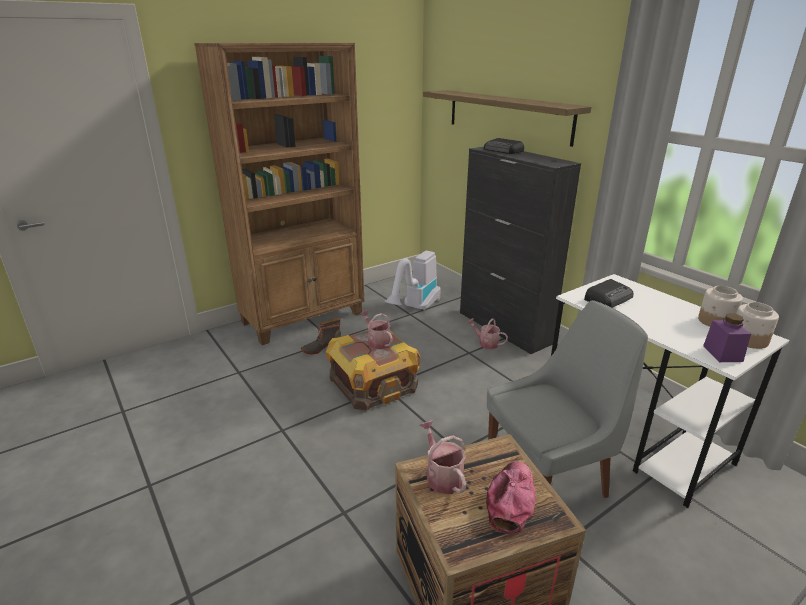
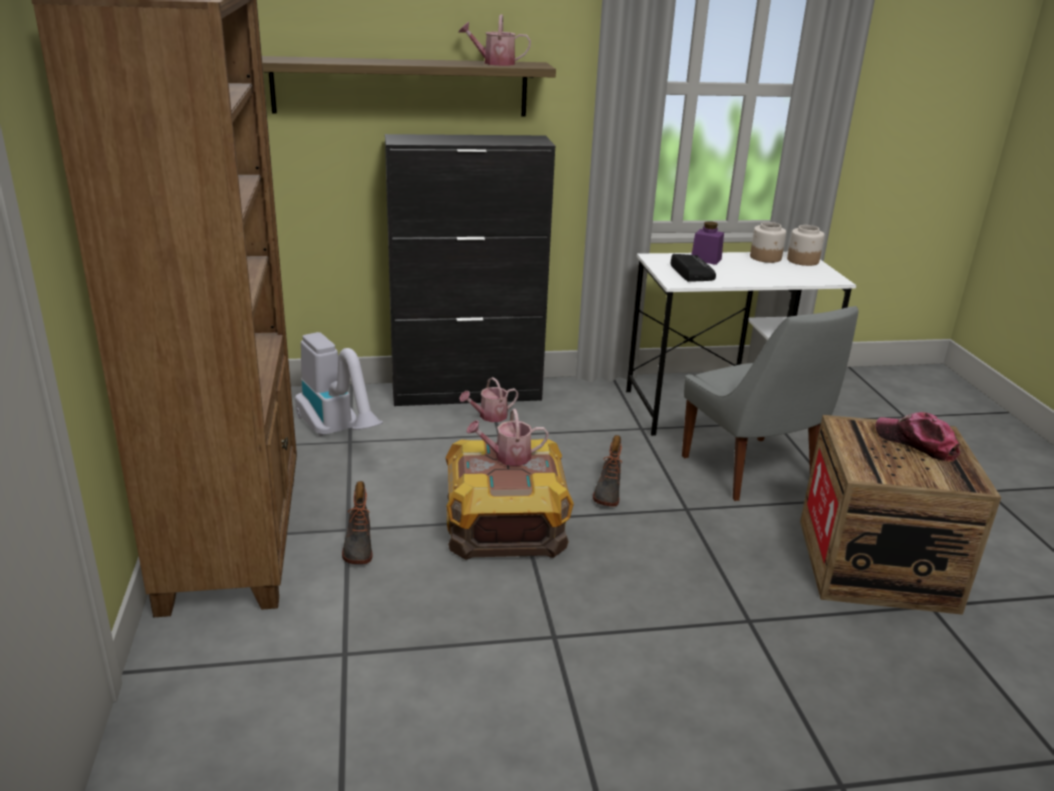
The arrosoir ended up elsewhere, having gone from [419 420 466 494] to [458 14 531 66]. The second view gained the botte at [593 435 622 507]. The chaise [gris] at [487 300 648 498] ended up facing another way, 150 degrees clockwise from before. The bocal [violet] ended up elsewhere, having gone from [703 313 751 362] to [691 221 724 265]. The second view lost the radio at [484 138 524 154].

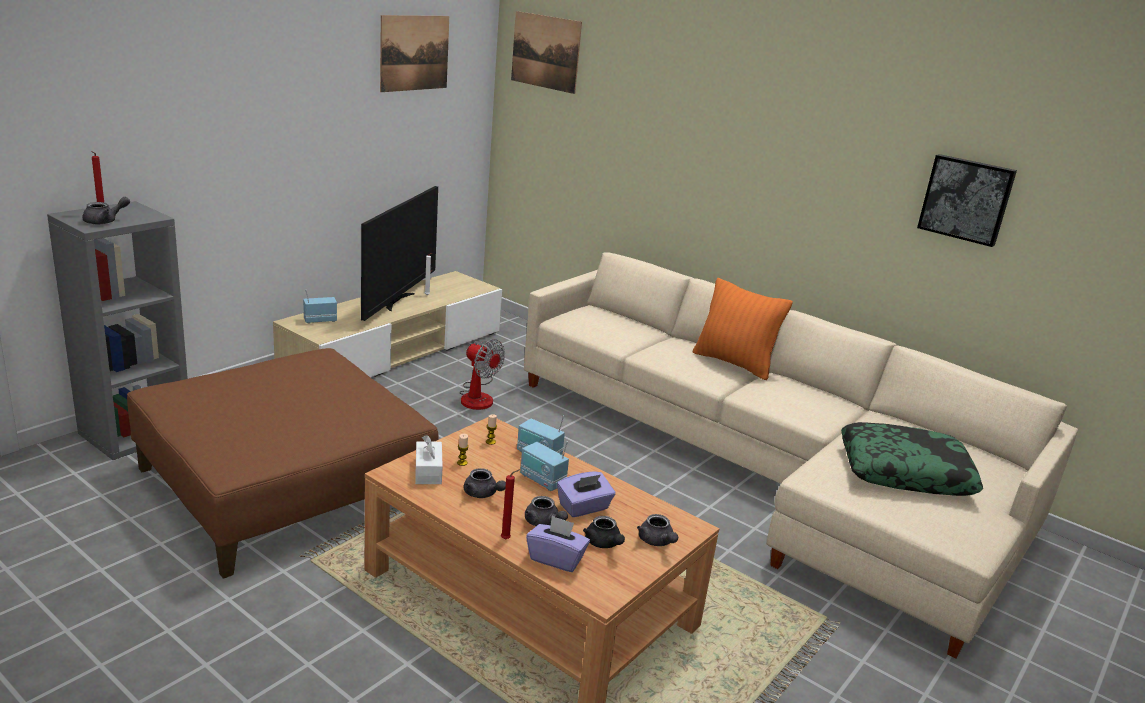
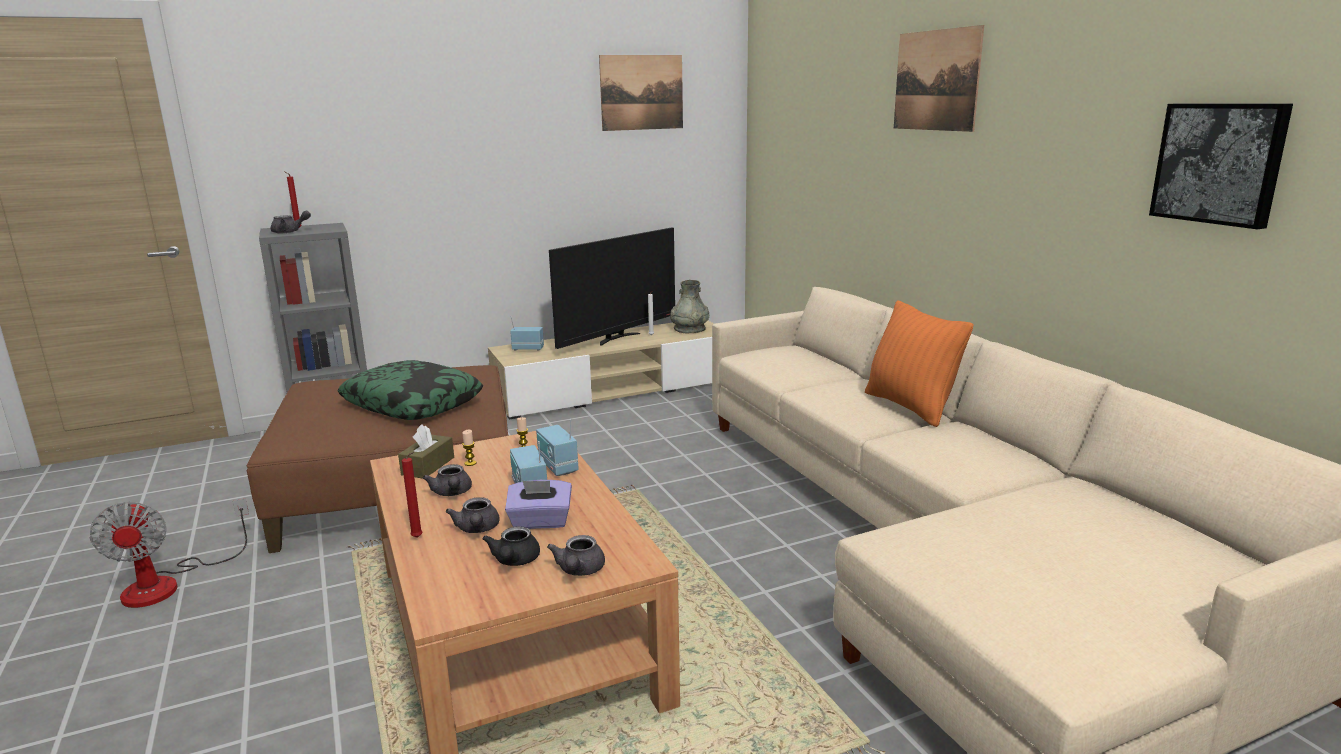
The ventilateur ended up elsewhere, having gone from [459 339 505 410] to [89 498 249 608]. The coussin ended up elsewhere, having gone from [841 422 983 496] to [337 360 483 420]. What was the boîte à mouchoirs [blanc] at [415 435 443 484] turned into the boîte à mouchoirs [marron] at [398 424 454 478]. The second view gained the vase [gris] at [670 280 709 333]. The tableau ended up elsewhere, having gone from [511 11 582 94] to [894 25 984 132]. The second view lost the boîte à mouchoirs [violet] at [526 516 590 572].

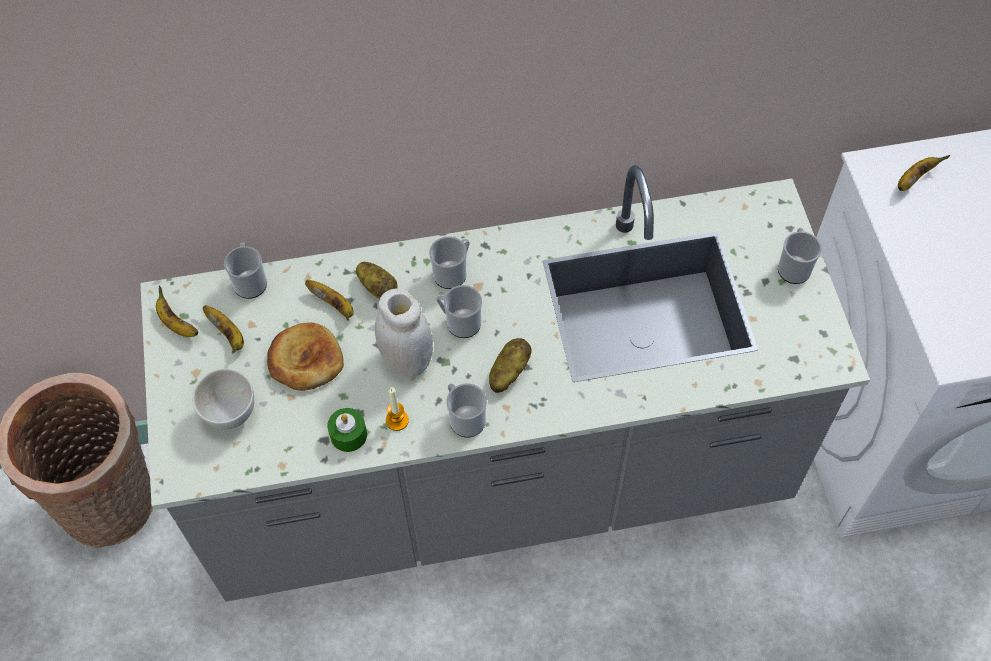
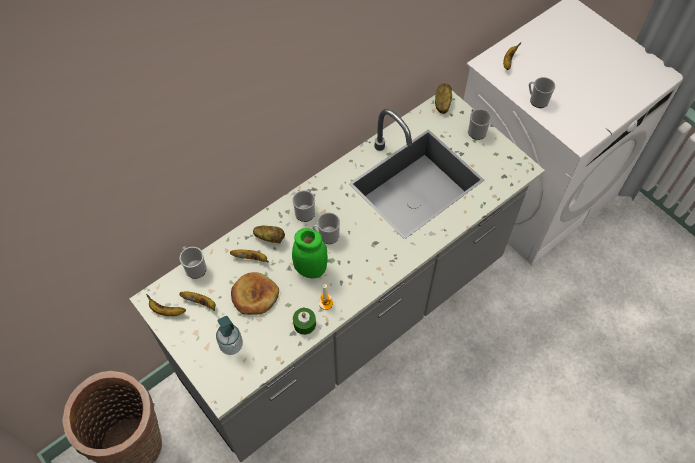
Where the bol [blanc] stood at [192 369 254 429], the distributeur de savon came to stand at [216 316 243 355]. What was the bocal [blanc] at [375 288 433 378] turned into the bocal [vert] at [292 228 328 279]. The pomme de terre ended up elsewhere, having gone from [489 338 532 393] to [435 84 452 114]. The mug ended up elsewhere, having gone from [447 383 487 437] to [529 77 555 108].

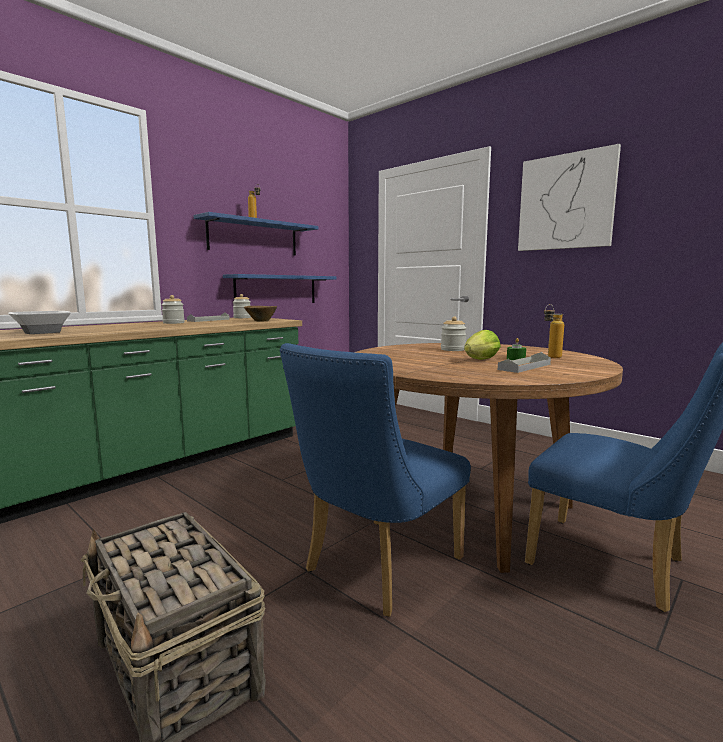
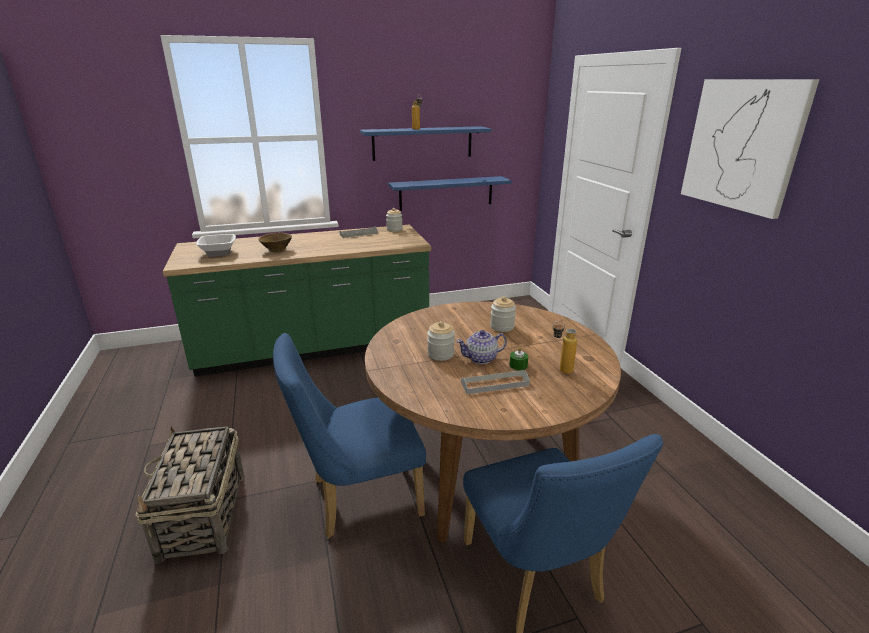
The bol [marron] ended up elsewhere, having gone from [244 306 277 321] to [258 233 292 253]. The bocal ended up elsewhere, having gone from [161 295 185 324] to [427 321 455 361]. Where the laitue stood at [464 330 501 360], the théière came to stand at [456 330 507 364].

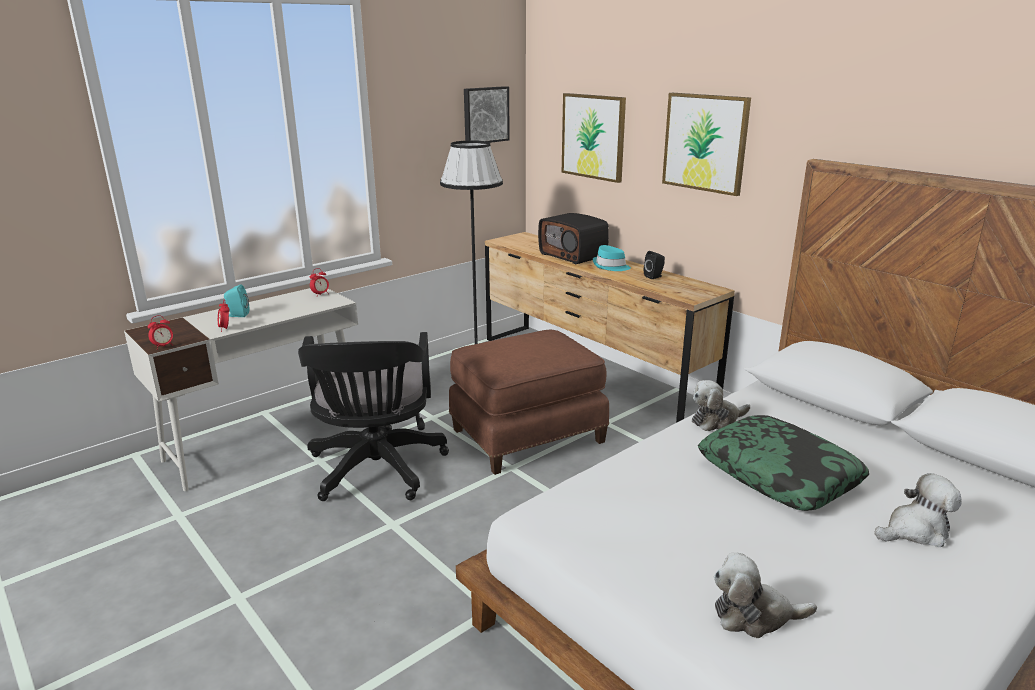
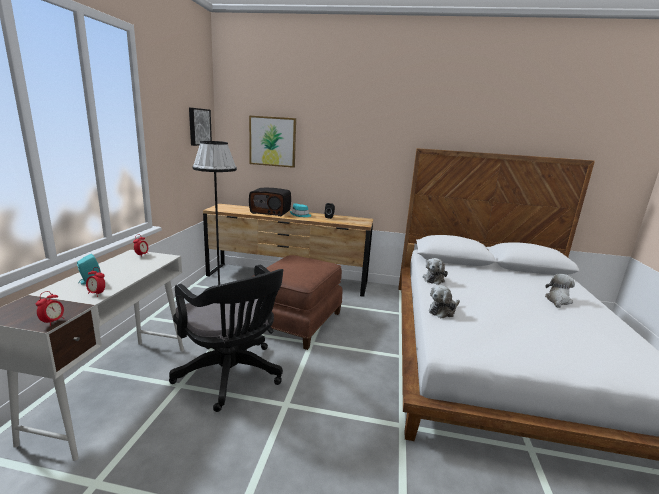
The peluche ended up elsewhere, having gone from [713 553 817 638] to [429 285 460 318]. The second view lost the tableau at [662 93 751 196]. The second view lost the coussin at [698 415 869 511].

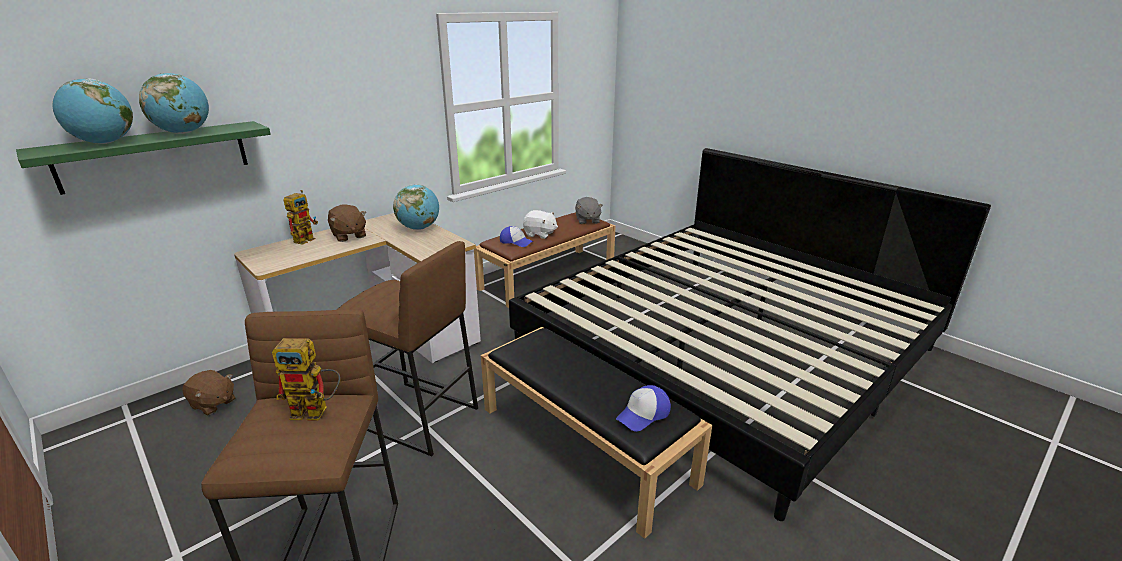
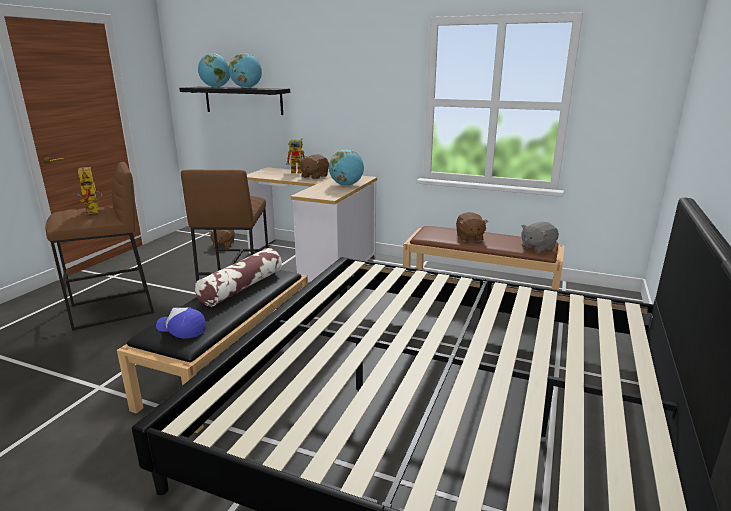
What was the étagère [vert] at [16 121 271 195] turned into the étagère [noir] at [179 87 290 115]. The second view gained the coussin at [195 248 282 307]. What was the peluche [blanc] at [523 210 558 239] turned into the peluche [marron] at [456 212 488 242]. The second view lost the casquette at [500 226 533 247].

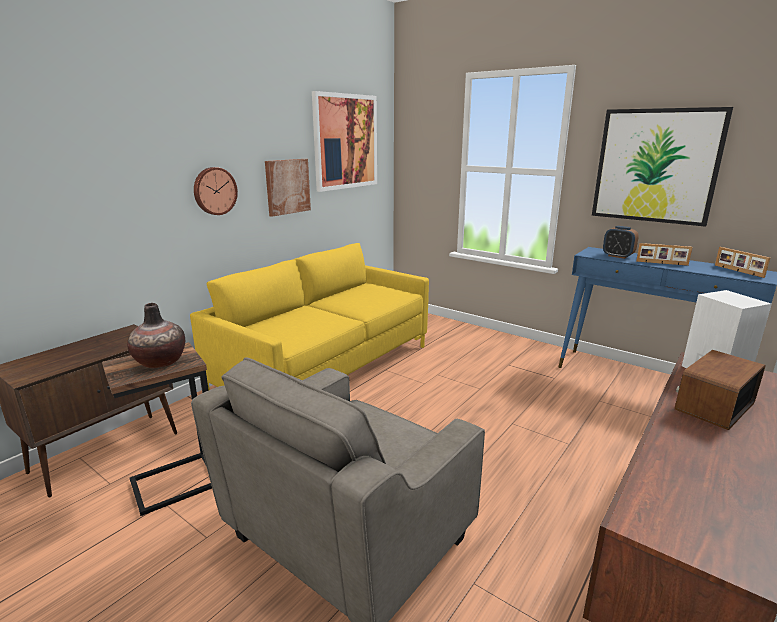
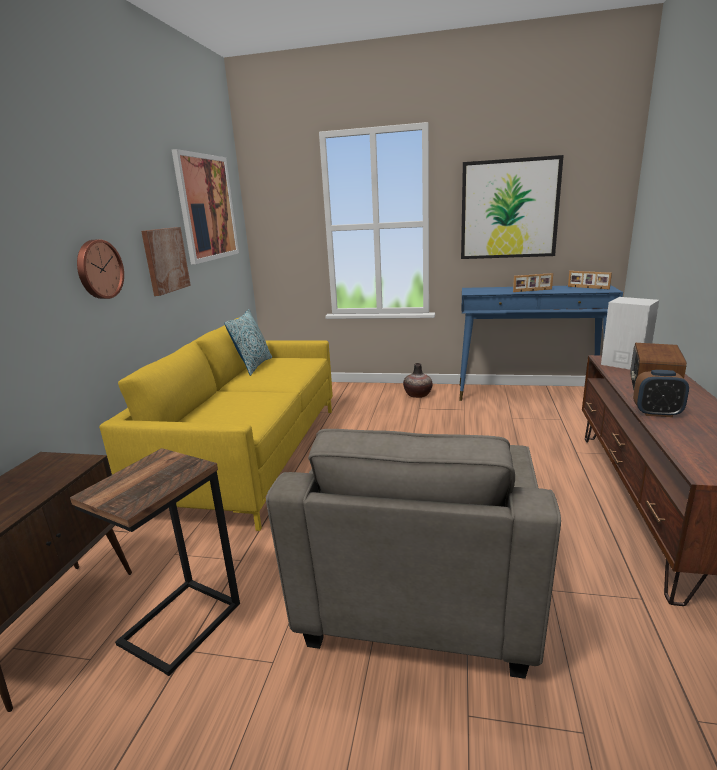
The second view gained the coussin at [224 309 272 376]. The vase ended up elsewhere, having gone from [127 303 185 368] to [403 363 432 398]. The réveil ended up elsewhere, having gone from [603 226 639 259] to [633 370 689 417].

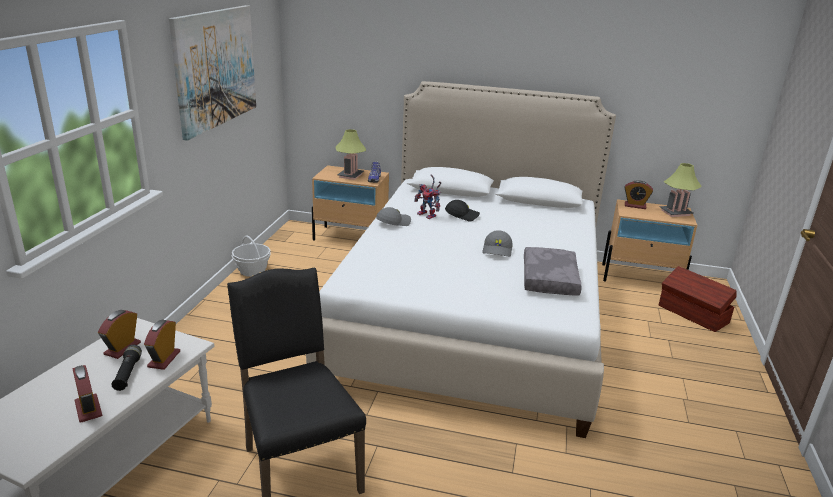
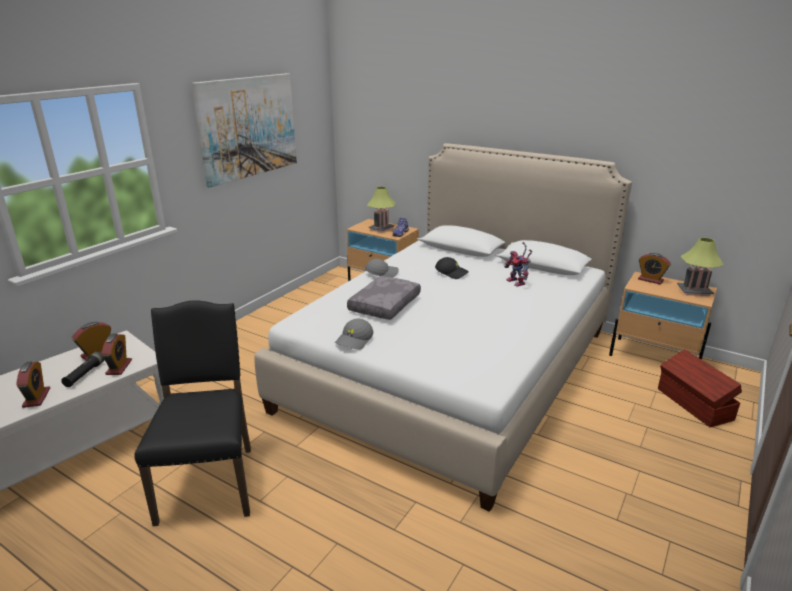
The réveil at [144 320 180 370] ended up facing another way, 150 degrees clockwise from before. The casquette [gris] ended up elsewhere, having gone from [482 230 513 257] to [335 319 373 350]. The coussin [gris] ended up elsewhere, having gone from [524 247 582 296] to [347 276 421 320]. The robot jouet ended up elsewhere, having gone from [414 175 441 219] to [505 242 532 287]. The second view lost the panier at [232 236 271 277].

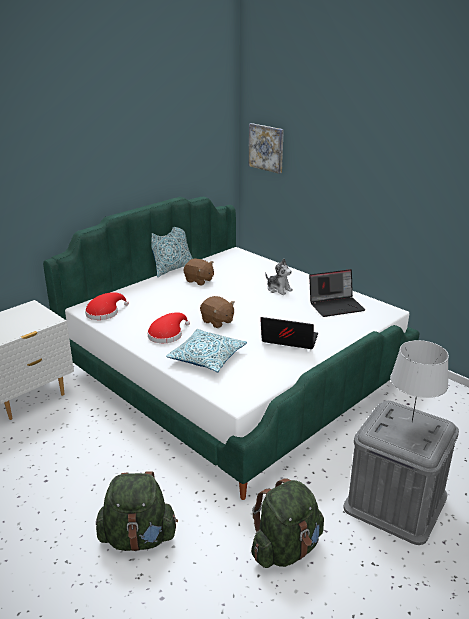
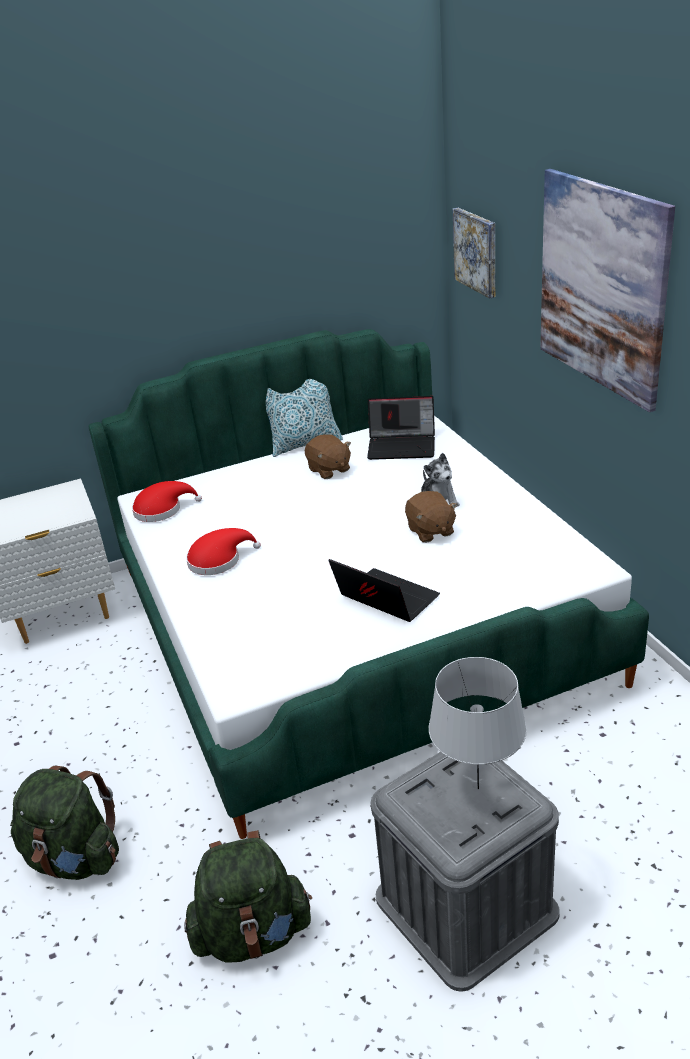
The ordinateur portable ended up elsewhere, having gone from [309 269 365 317] to [367 396 435 460]. The peluche [marron] ended up elsewhere, having gone from [200 296 235 328] to [405 491 457 543]. The second view gained the tableau at [540 169 675 412]. The second view lost the coussin at [166 329 247 372].

